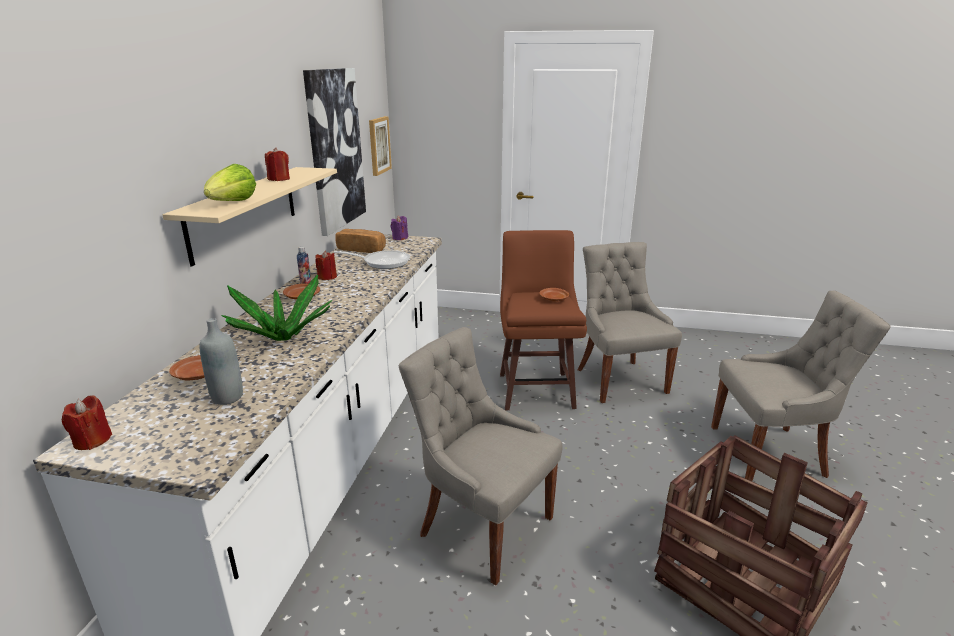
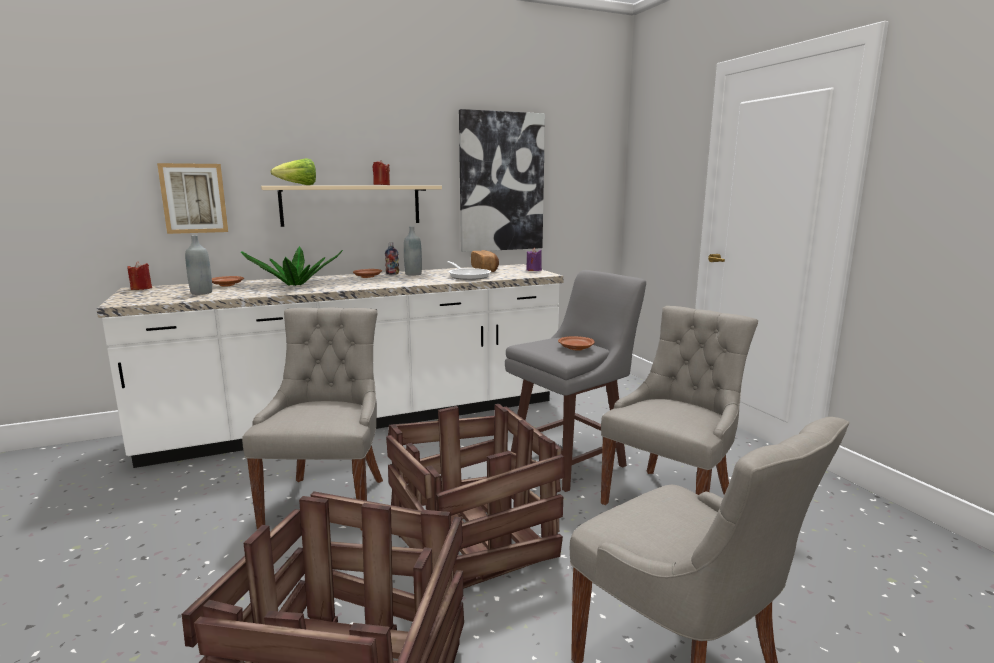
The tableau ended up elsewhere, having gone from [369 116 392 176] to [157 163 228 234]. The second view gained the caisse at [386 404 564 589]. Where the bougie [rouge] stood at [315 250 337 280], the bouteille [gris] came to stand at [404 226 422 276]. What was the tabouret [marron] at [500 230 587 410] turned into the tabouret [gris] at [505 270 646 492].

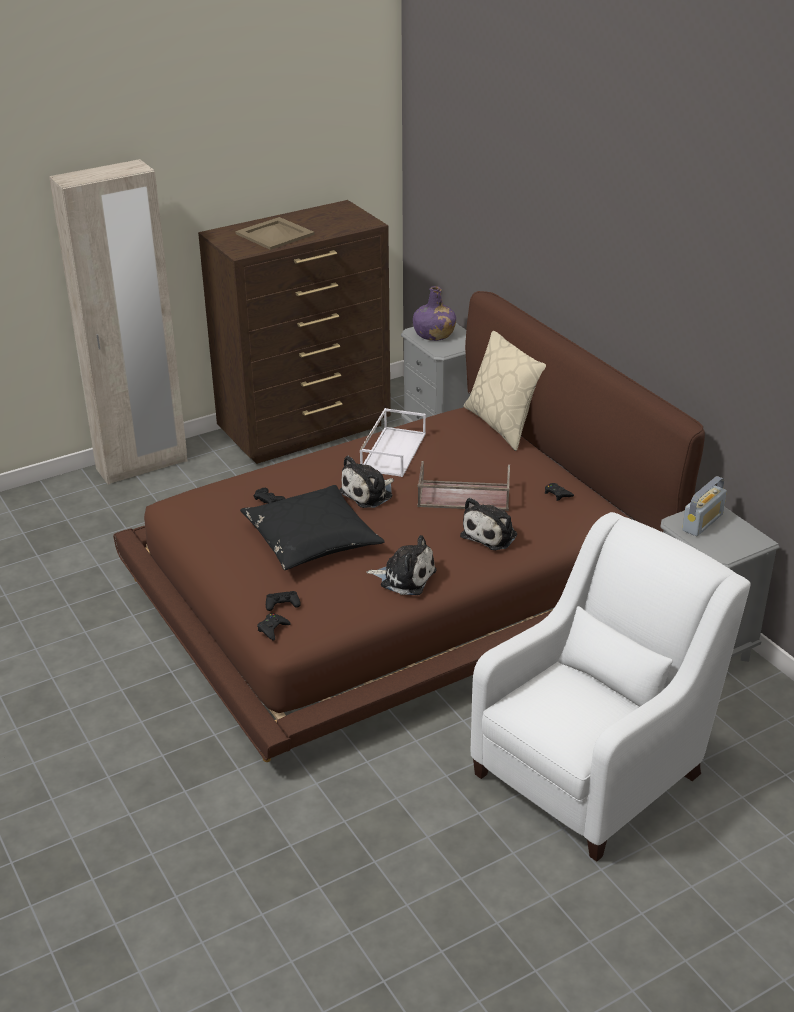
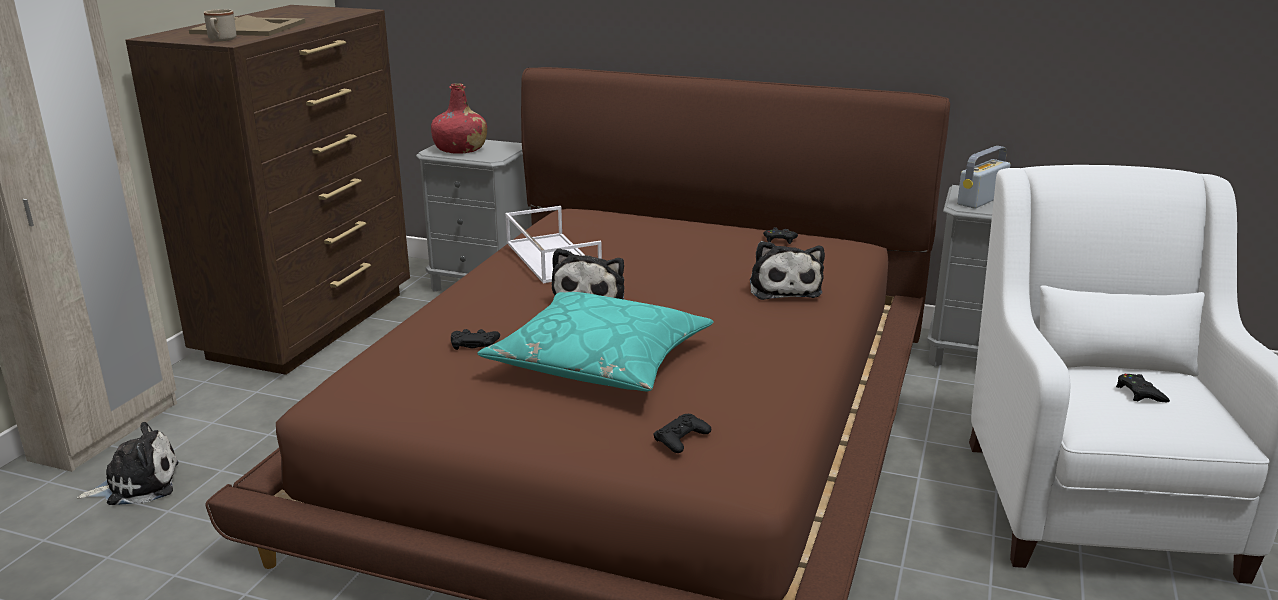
The peluche ended up elsewhere, having gone from [366 535 436 595] to [76 422 178 505]. The second view gained the mug [beige] at [204 9 236 41]. What was the bouteille [violet] at [413 286 456 341] turned into the bouteille [rouge] at [431 83 487 153]. What was the coussin [noir] at [240 485 385 570] turned into the coussin [turquoise] at [478 292 714 391]. The radio at [682 476 727 536] ended up facing another way, 135 degrees counterclockwise from before. The manette [noir] ended up elsewhere, having gone from [257 614 291 641] to [1116 374 1170 402]. The second view lost the plateau [marron] at [417 461 510 511]. The second view lost the coussin [beige] at [464 331 546 451].

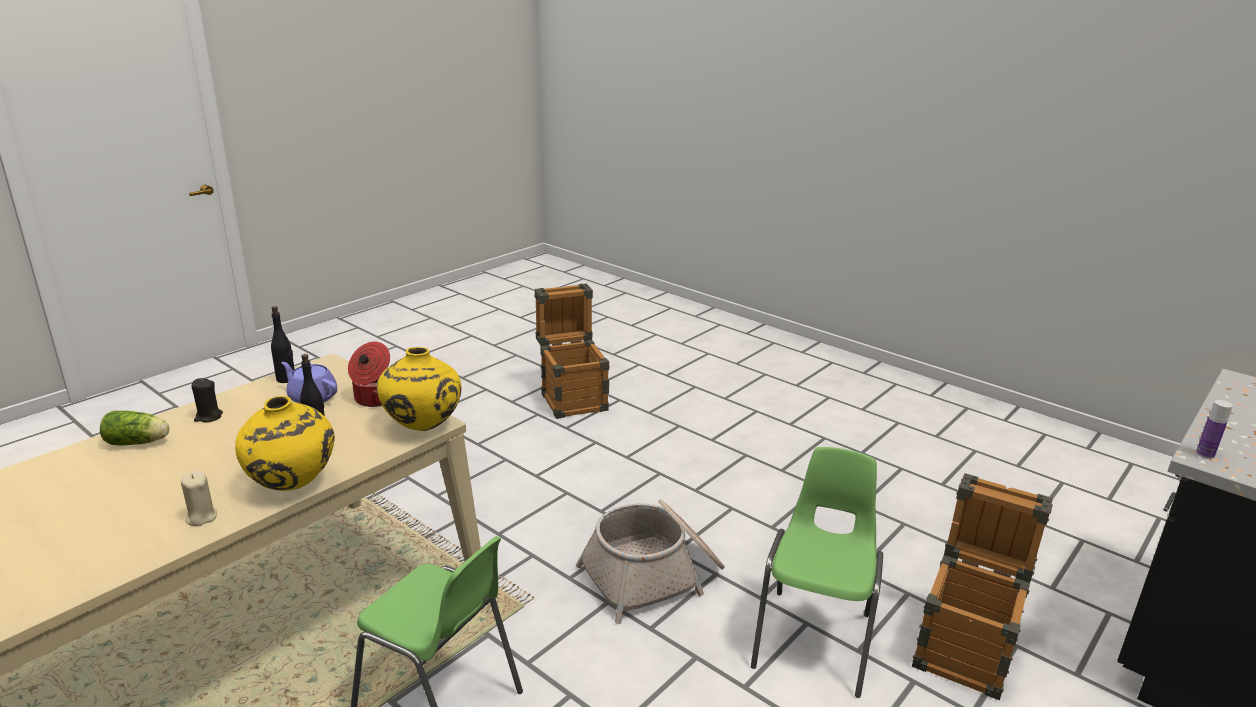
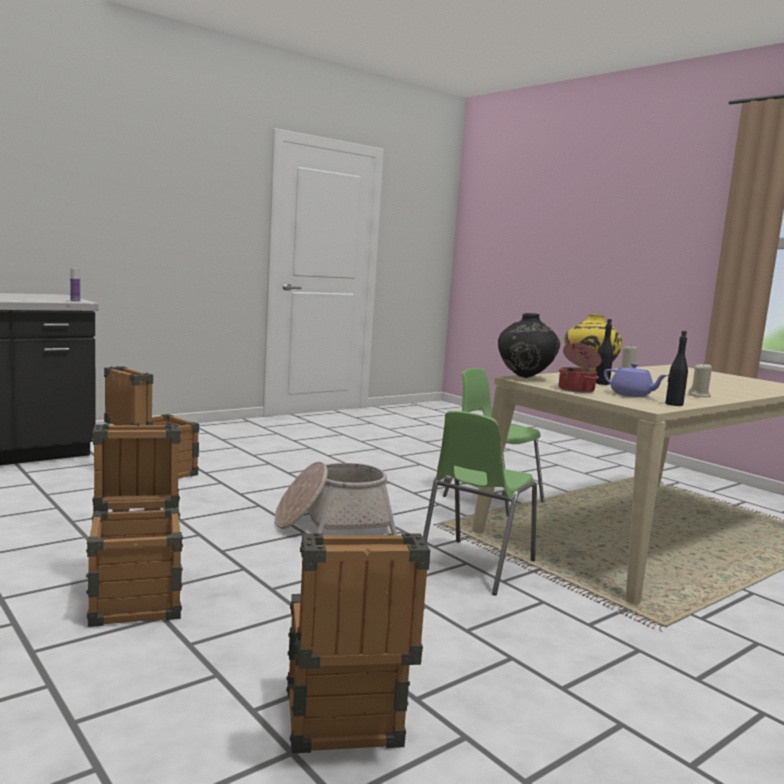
The second view gained the caisse at [86 423 183 627]. The chaise [vert] ended up elsewhere, having gone from [751 447 883 698] to [423 411 537 596]. What was the vase [jaune] at [376 347 462 431] turned into the vase [noir] at [498 313 560 378]. What was the bougie [noir] at [192 378 223 422] turned into the bougie [beige] at [688 362 712 397]. The second view lost the laitue at [100 411 169 445].

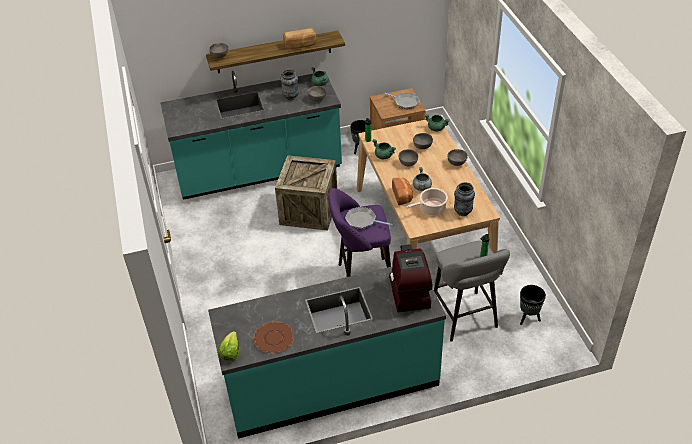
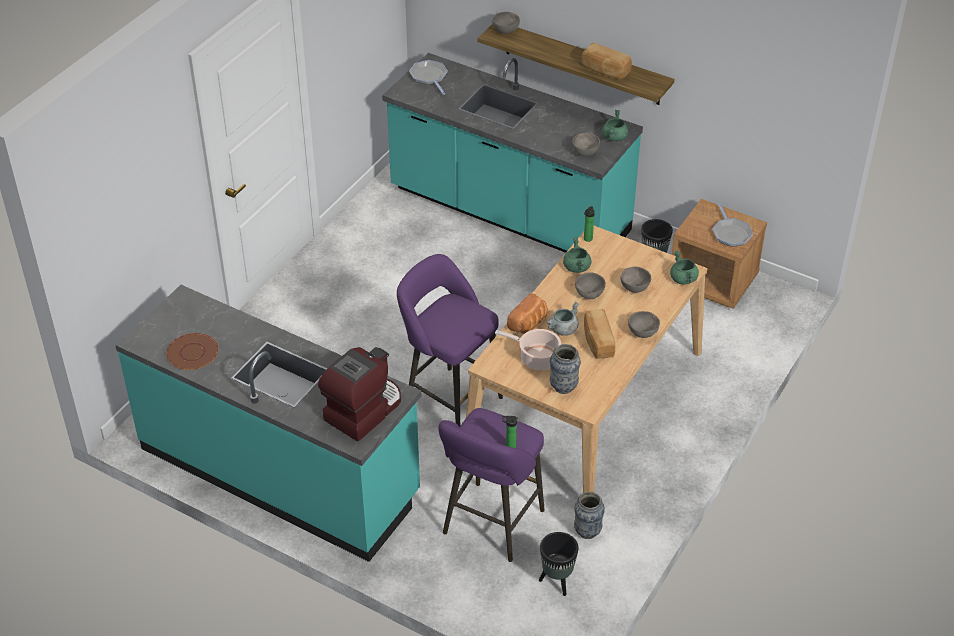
The poêle ended up elsewhere, having gone from [345 207 393 229] to [409 60 448 95]. What was the tabouret [gris] at [434 240 510 342] turned into the tabouret [violet] at [438 408 545 562]. The vase ended up elsewhere, having gone from [280 69 299 100] to [574 492 605 539]. The second view gained the pain at [584 309 615 359]. The second view lost the laitue at [218 331 239 361]. The second view lost the caisse at [275 155 337 231].

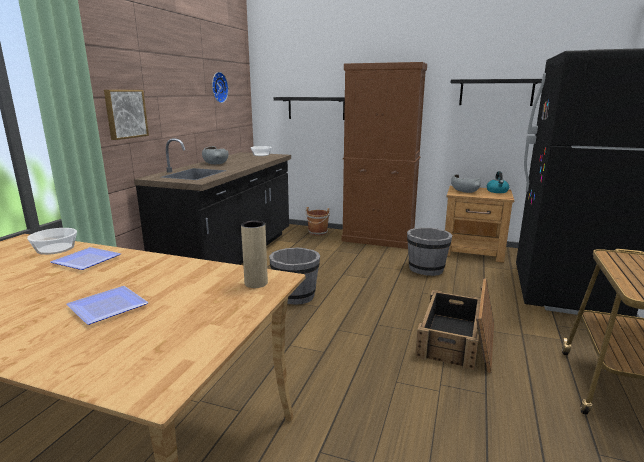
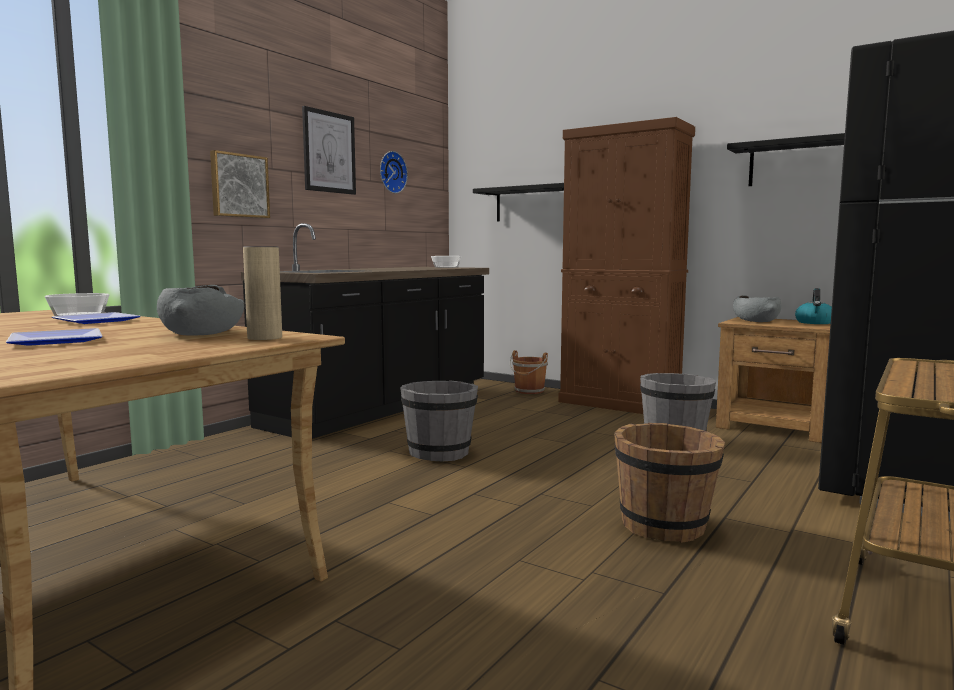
The bol [gris] ended up elsewhere, having gone from [202 146 229 164] to [157 285 244 336]. The second view gained the tableau at [302 106 356 195]. Where the caisse stood at [415 278 494 373], the seau [marron] came to stand at [614 423 725 543].

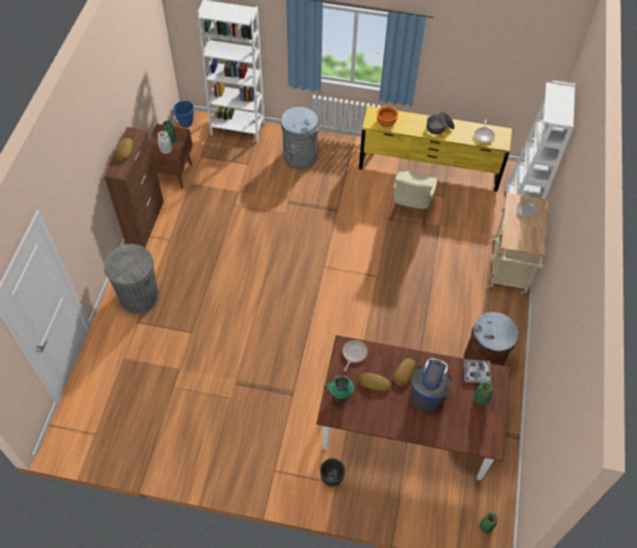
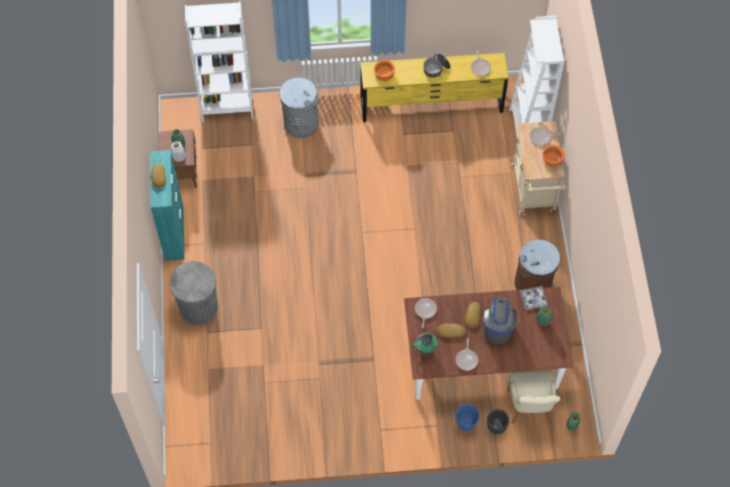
What was the meuble de rangement [marron] at [104 127 164 247] turned into the meuble de rangement [turquoise] at [150 150 185 261]. The cache-pot [bleu] ended up elsewhere, having gone from [173 101 194 128] to [455 404 480 431]. The second view gained the poêle at [456 338 478 371]. The cache-pot [noir] ended up elsewhere, having gone from [320 458 345 487] to [487 409 510 434]. The chaise [beige] ended up elsewhere, having gone from [390 170 437 227] to [507 371 560 424]. The second view gained the bol [orange] at [542 145 565 167].

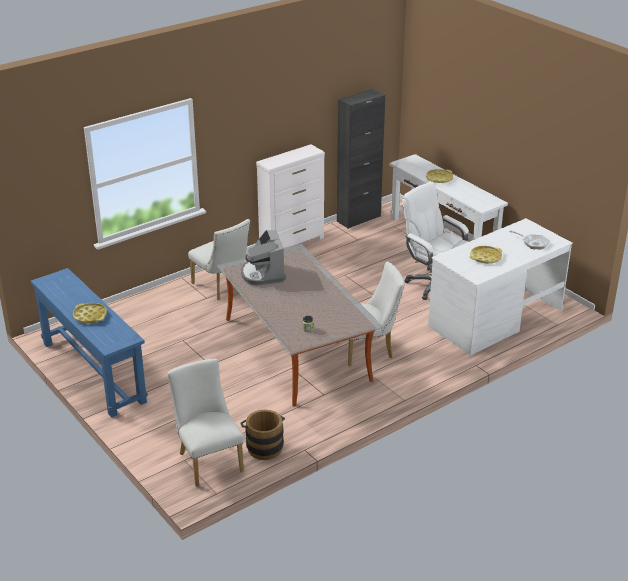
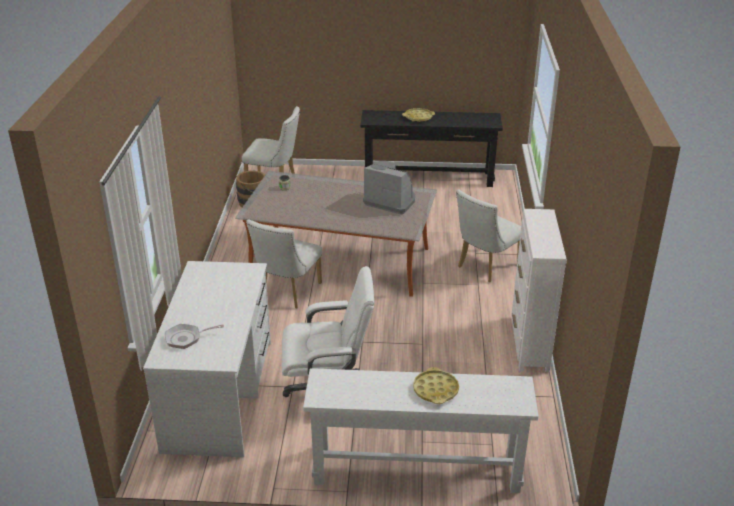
What was the table console [bleu] at [31 268 148 418] turned into the table console [noir] at [360 110 503 187]. The chaise [blanc] at [188 219 250 300] ended up facing another way, 45 degrees counterclockwise from before. The second view lost the meuble de rangement [noir] at [337 89 385 229]. The second view lost the plateau [jaune] at [470 246 502 264].

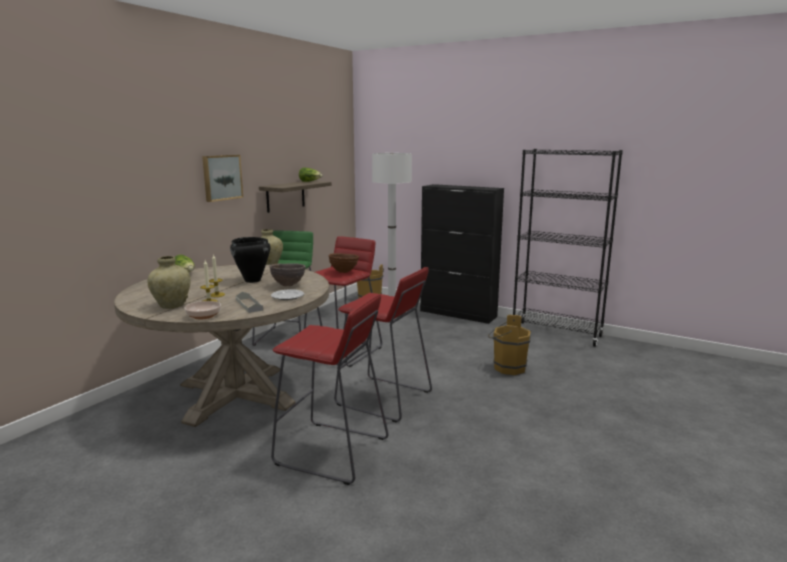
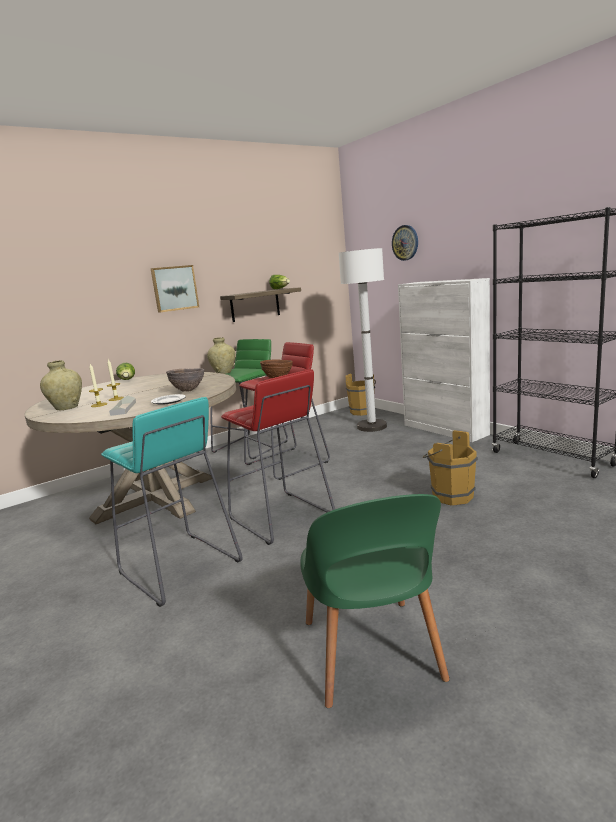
What was the tabouret [rouge] at [271 294 388 485] turned into the tabouret [turquoise] at [101 397 243 607]. The second view gained the chaise [vert] at [300 494 450 708]. The second view gained the horloge murale at [392 225 418 261]. What was the meuble de rangement [noir] at [420 184 504 324] turned into the meuble de rangement [blanc] at [398 278 490 442]. The second view lost the bol at [185 301 221 320]. The second view lost the marmite [noir] at [230 237 271 283].

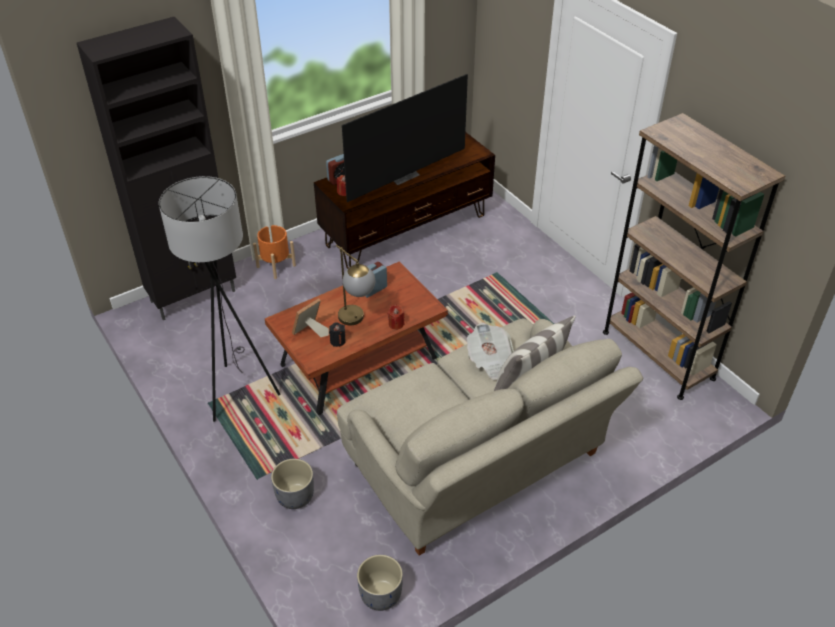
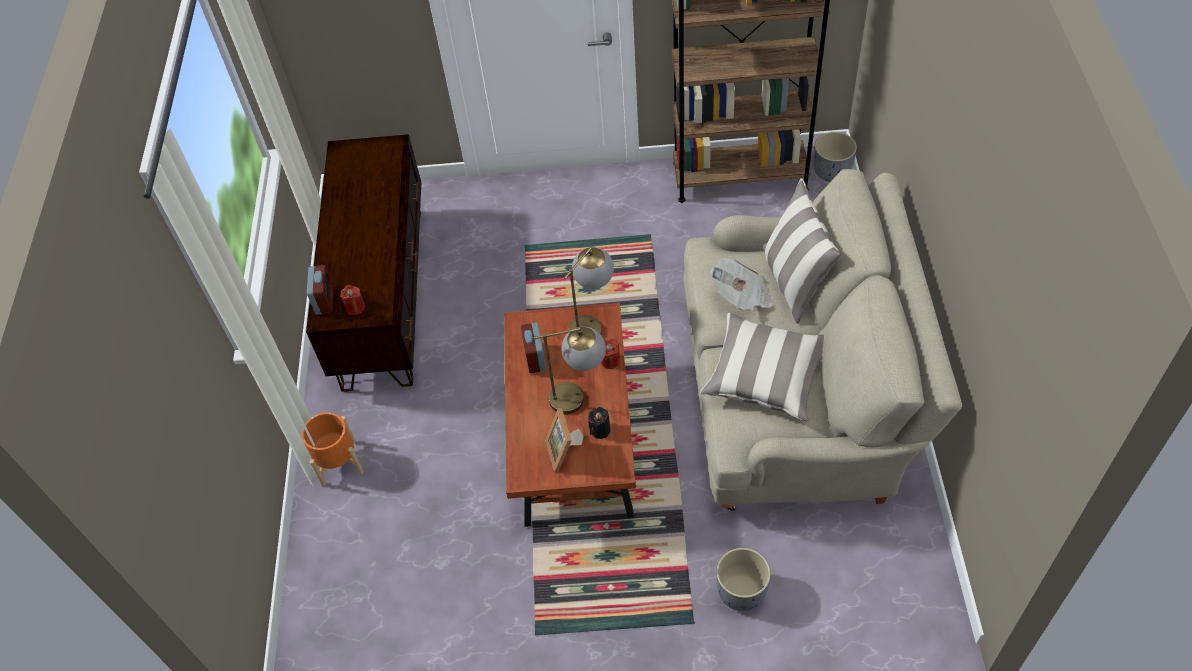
The second view gained the lampe de table at [564 247 614 335]. The second view gained the coussin at [700 313 824 421]. The cache-pot [gris] ended up elsewhere, having gone from [357 555 403 611] to [813 132 857 182]. The second view lost the meuble de rangement [noir] at [77 17 236 320]. The second view lost the lampadaire [gris] at [159 176 281 422]. The second view lost the téléviseur at [342 74 468 202].

